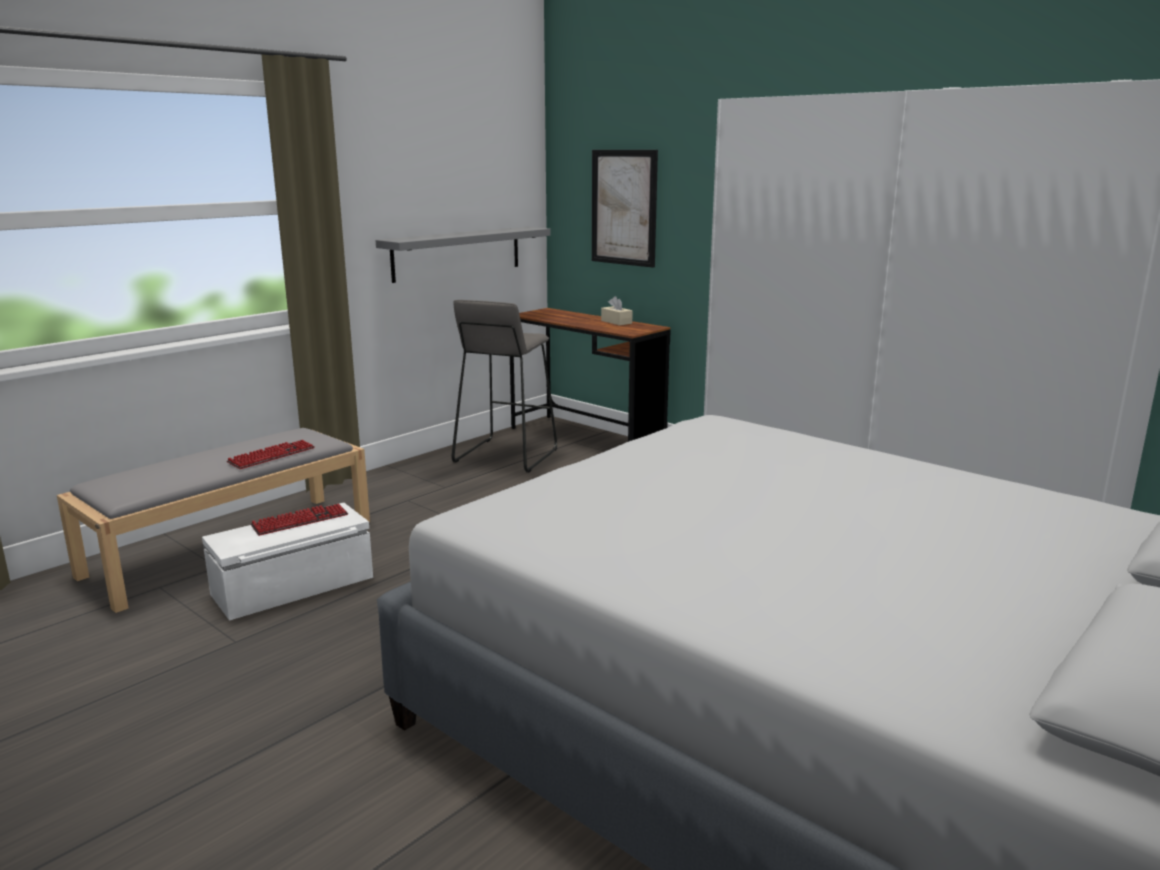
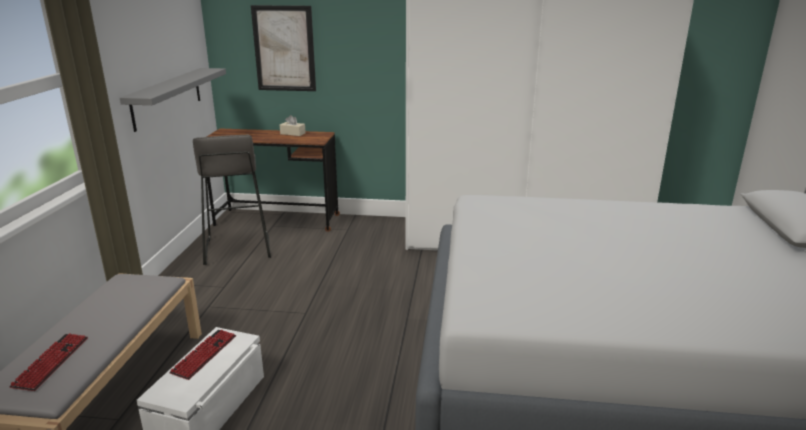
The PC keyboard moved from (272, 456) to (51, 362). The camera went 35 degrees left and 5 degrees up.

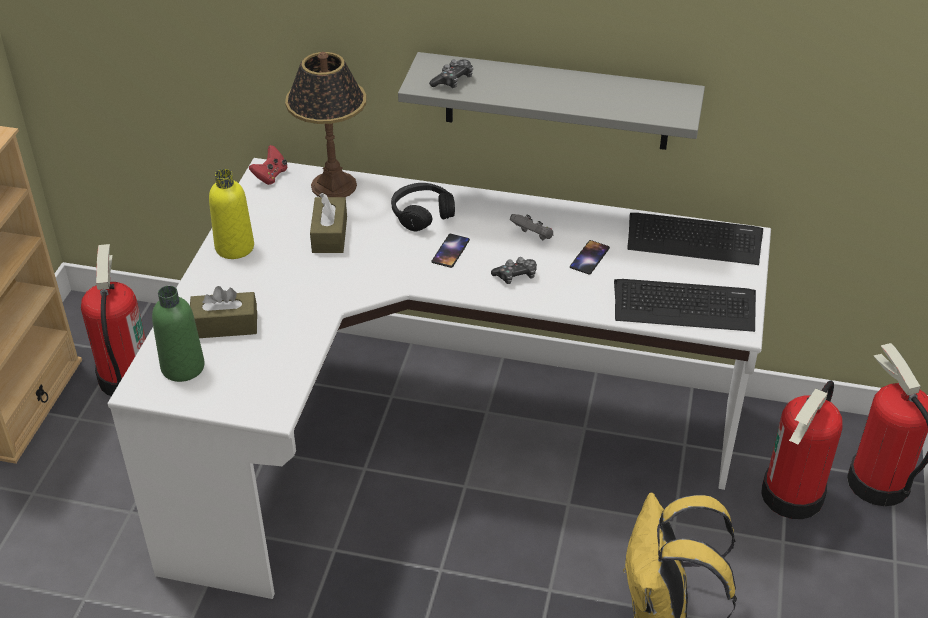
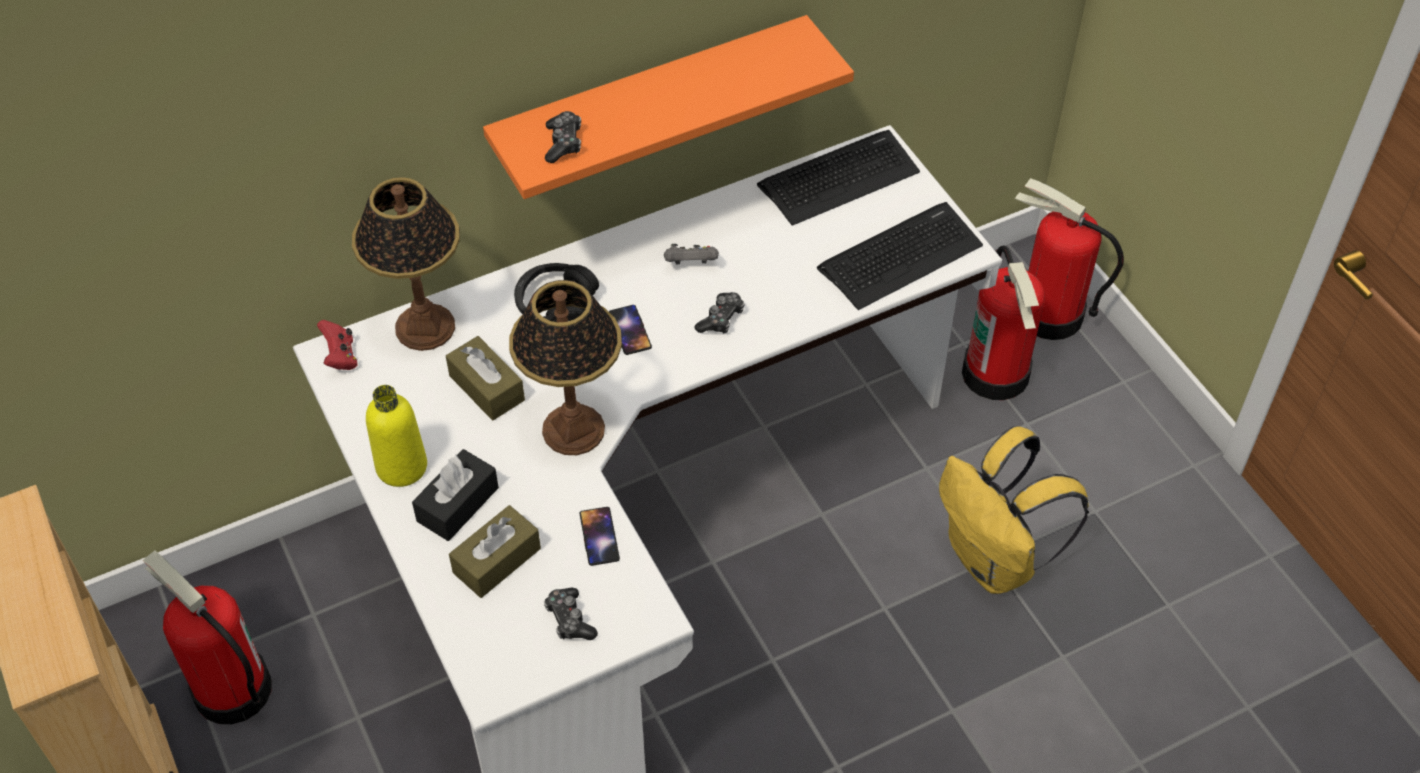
The black-coloured box of tissues at (457, 504) appeared. The grey wall shelf at (556, 101) became the orange-coloured wall shelf at (650, 104). The tabletop lamp at (573, 429) appeared. The gamepad at (569, 620) appeared. The handset moved from (589, 257) to (599, 536). The greenish bottle at (183, 367) disappeared. The camera went 40 degrees left and 10 degrees up.

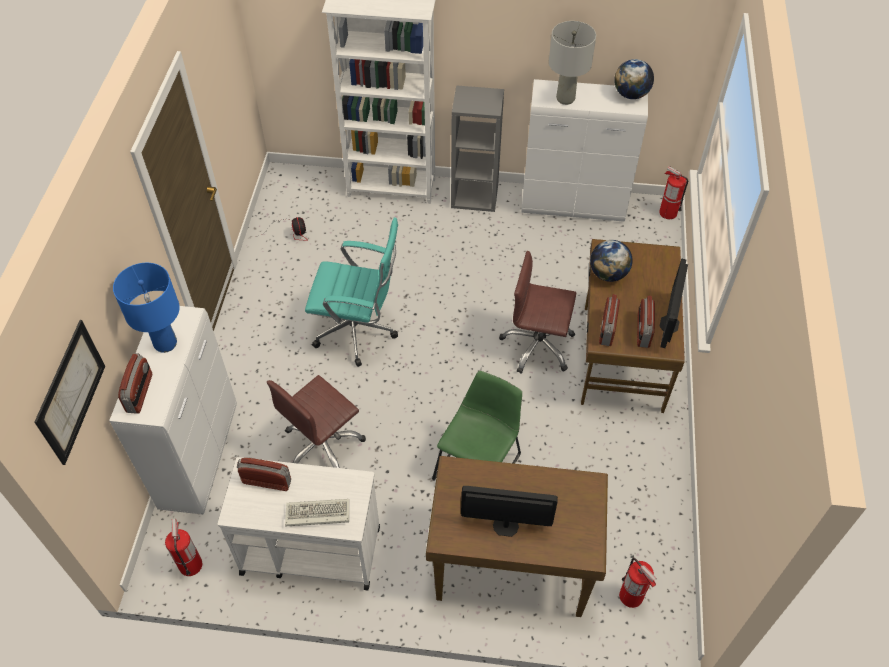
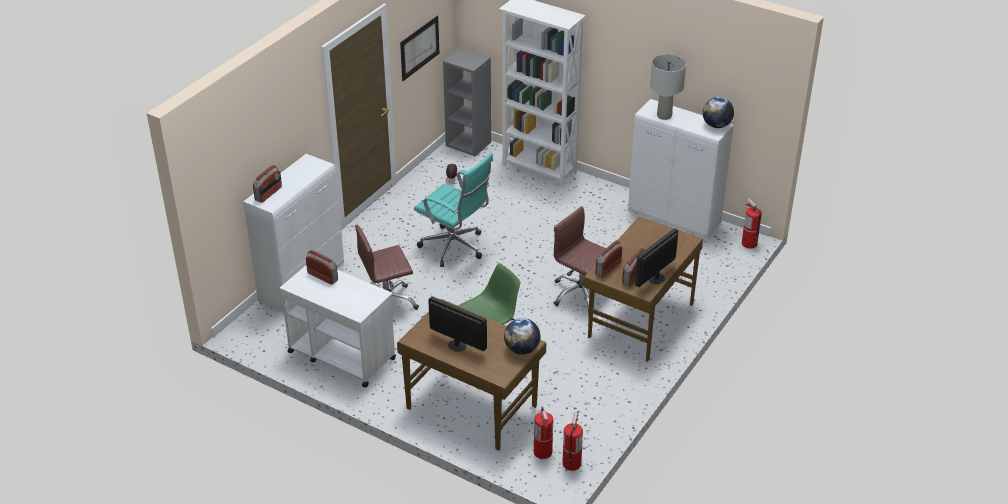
The wall picture moved from (71, 392) to (419, 47). The grey bookcase moved from (475, 196) to (469, 144). The globe moved from (608, 274) to (522, 349). The extinguisher moved from (190, 565) to (571, 463). The blue tabletop lamp at (165, 344) disappeared. The PC keyboard at (316, 515) disappeared. The camera went 25 degrees right and 15 degrees down.

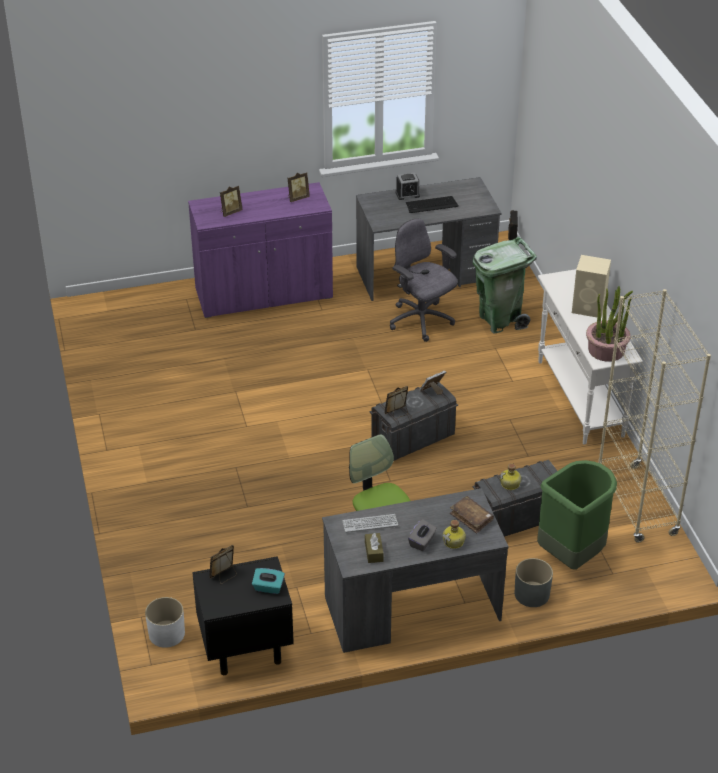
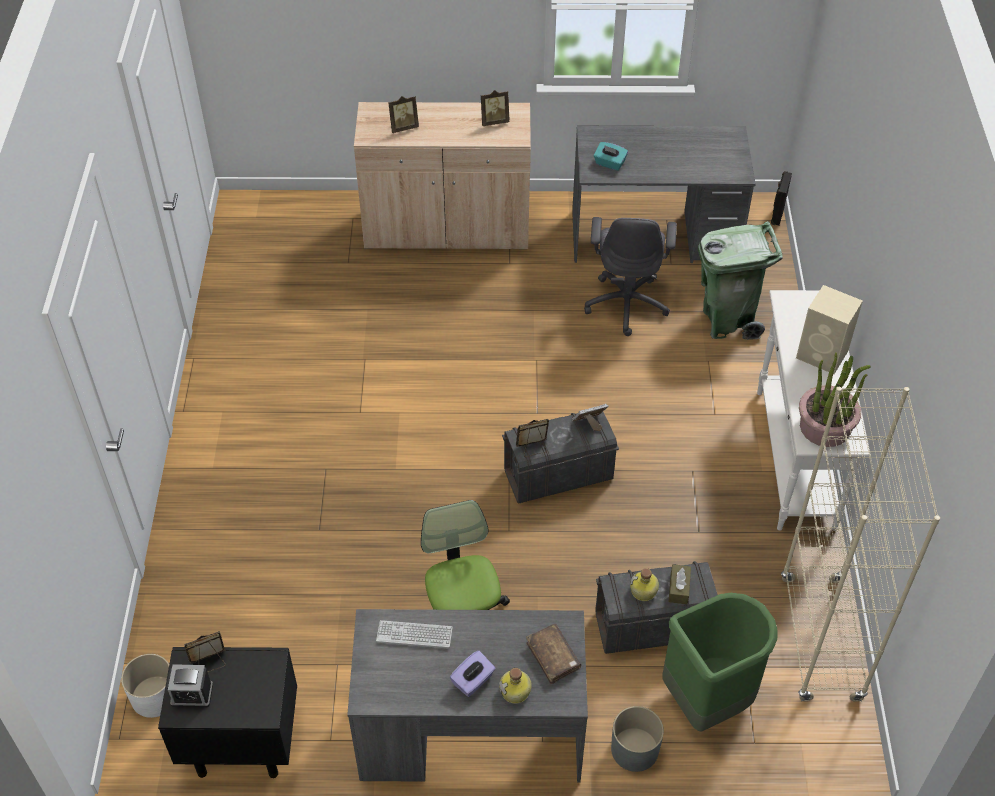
The bedside clock moved from (407, 194) to (192, 694). The purple-coloured storage cabinet at (264, 294) became the beige storage cabinet at (447, 229). The grey box of tissues at (422, 542) became the purple-coloured box of tissues at (473, 681). The grey computer chair at (421, 321) turned 150 degrees counterclockwise. The turquoise box of tissues moved from (268, 587) to (609, 163). The brown box of tissues moved from (374, 552) to (679, 588). The PC keyboard at (431, 205) disappeared. The camera went 15 degrees right and 10 degrees up.

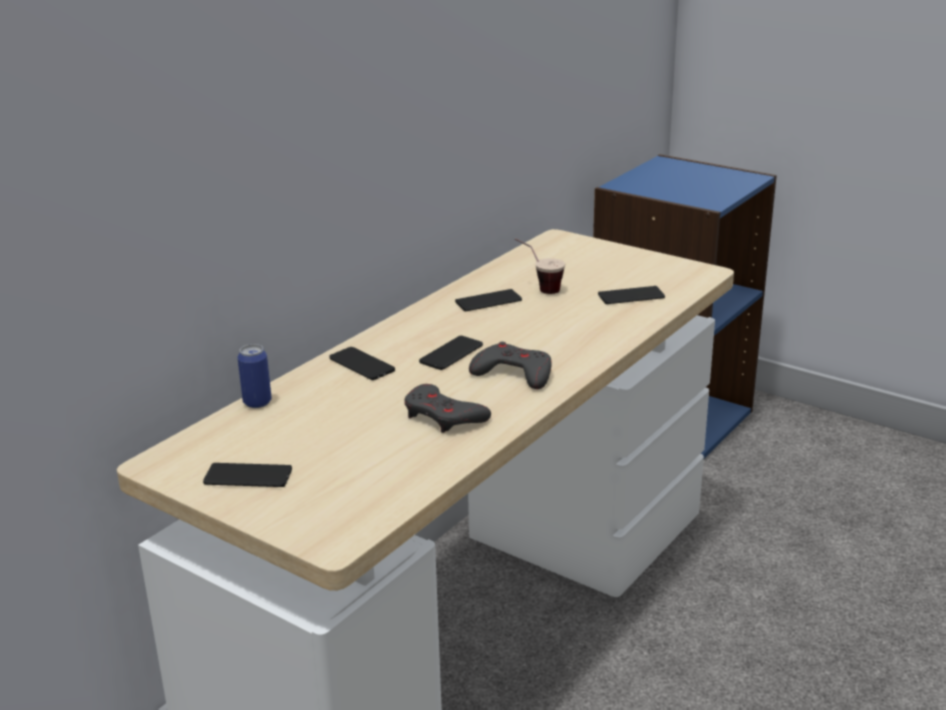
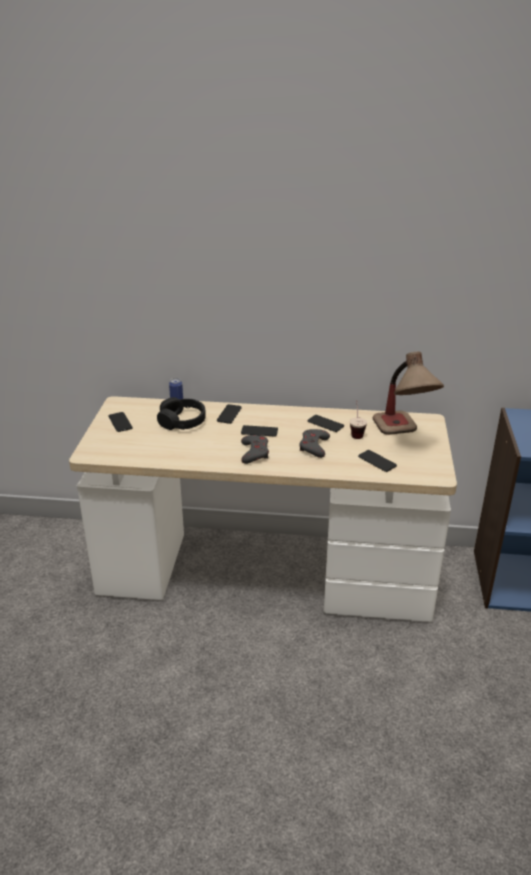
The black-coloured pair of headphones at (182, 421) appeared. The grey gamepad moved from (443, 416) to (314, 446). The tabletop lamp at (402, 436) appeared. The camera went 60 degrees right and 5 degrees up.

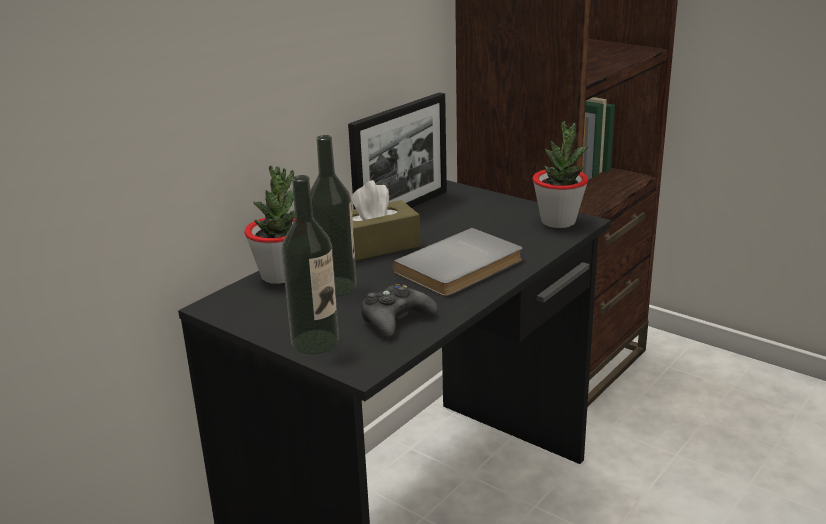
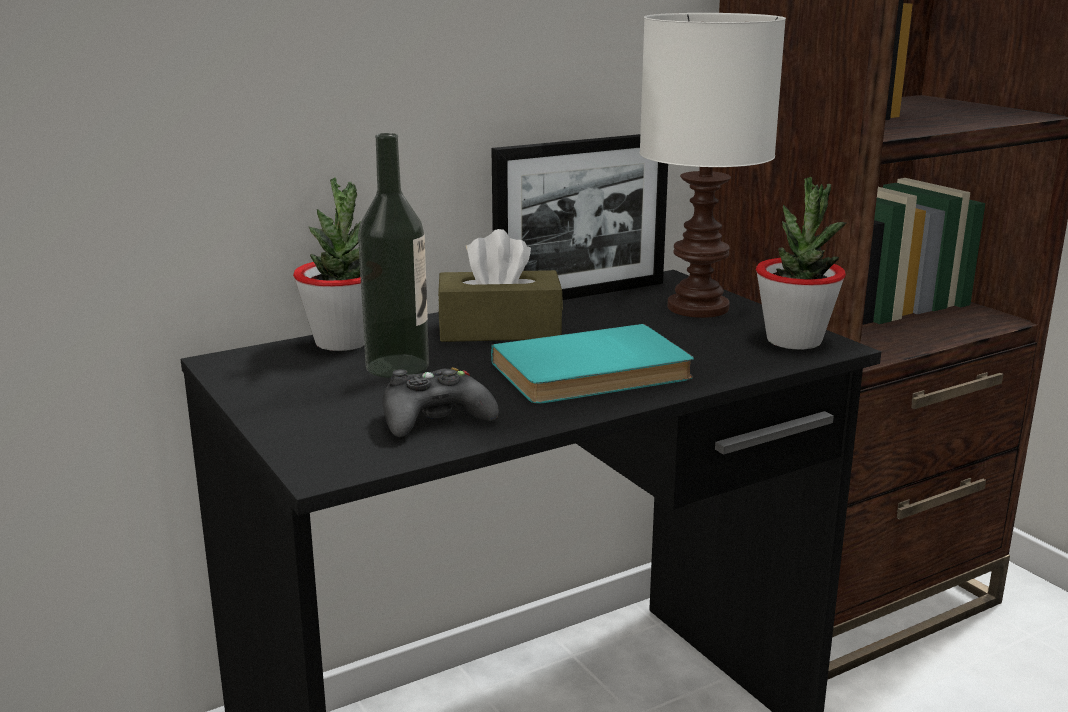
The grey bound book at (462, 267) became the turquoise bound book at (594, 373). The white-coloured tabletop lamp at (698, 307) appeared. The bottle at (315, 342) disappeared. The camera went 20 degrees right and 5 degrees down.

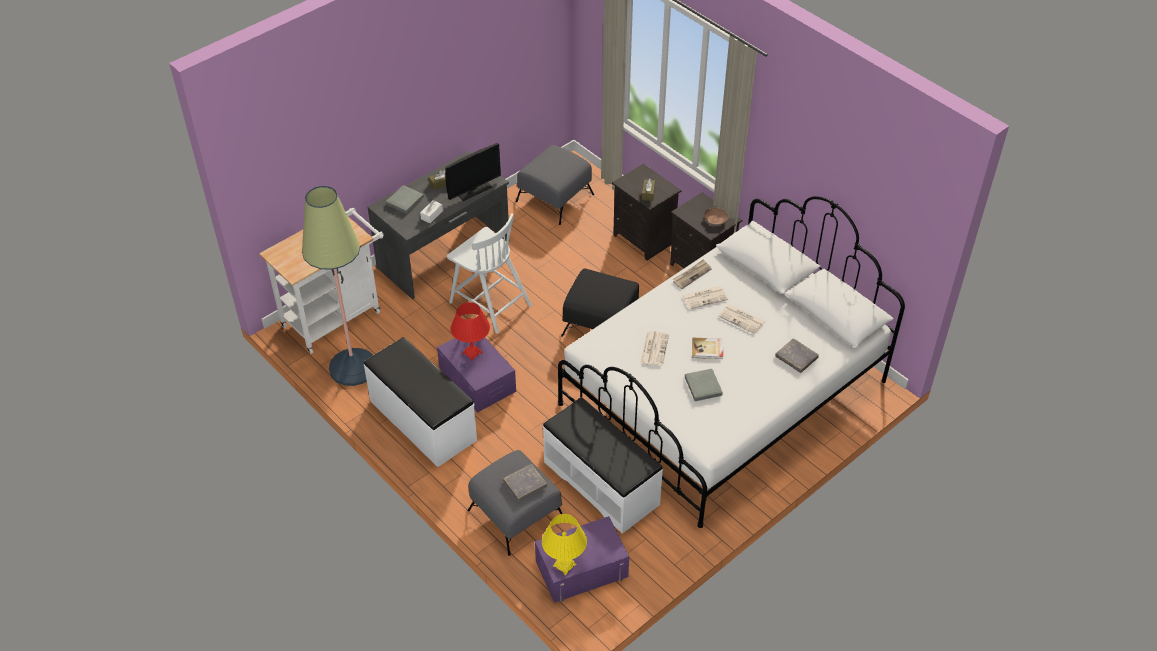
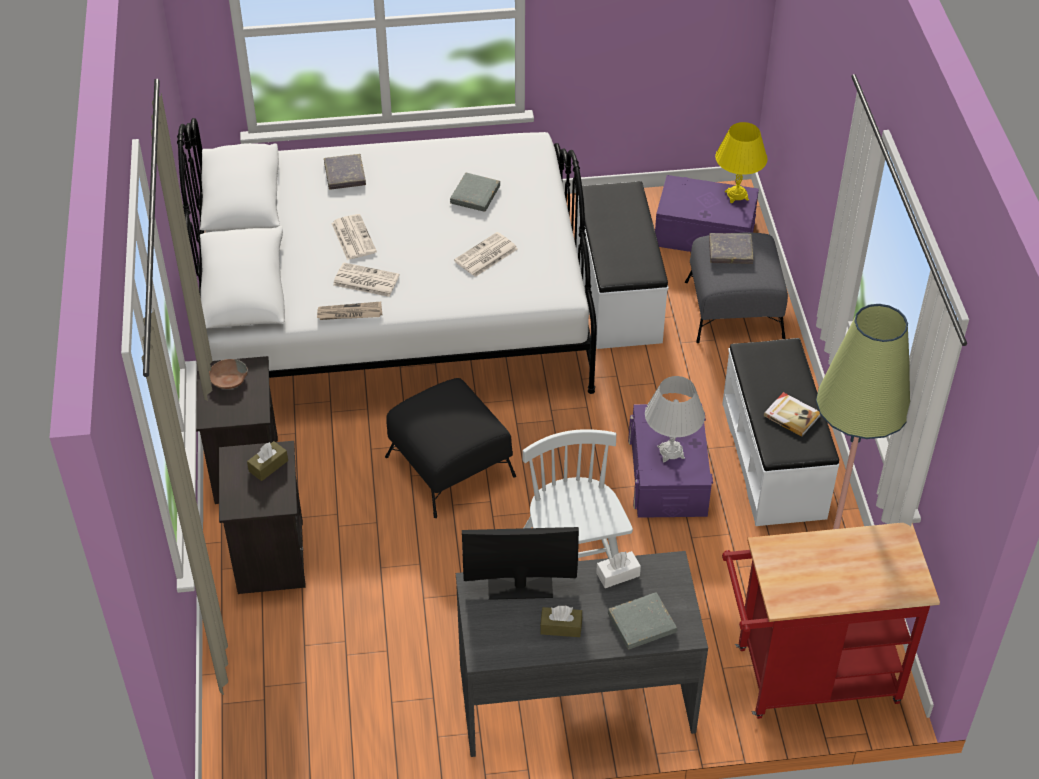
The red-coloured tabletop lamp at (472, 353) became the white-coloured tabletop lamp at (671, 452). The white-coloured cart at (336, 315) became the red-coloured cart at (806, 677). The bound book moved from (707, 349) to (792, 415). The grey ottoman at (554, 198) disappeared. The camera went 145 degrees left and 0 degrees up.

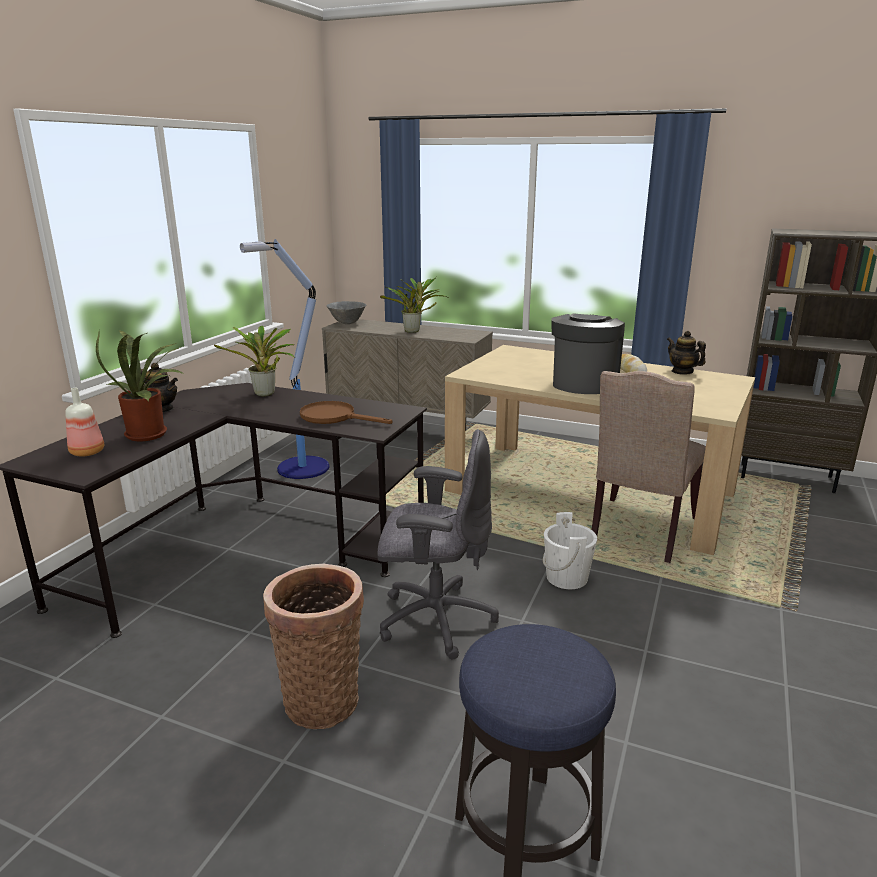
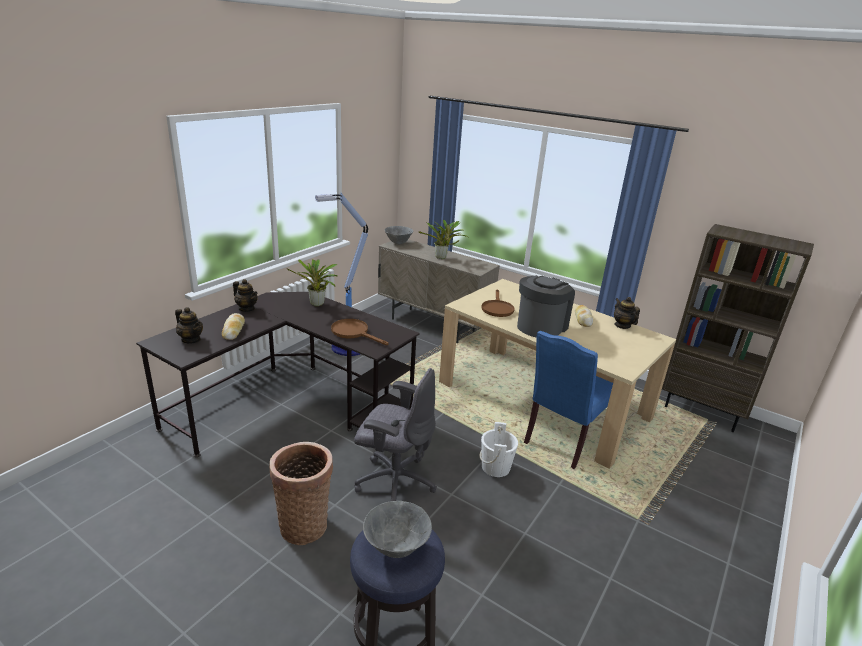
The bottle at (87, 452) was replaced by the tea pot at (191, 339). The potted plant at (151, 434) was replaced by the bread at (233, 330). The grey serving bowl at (397, 547) appeared. The brown frying pan at (497, 308) appeared. The beige chair at (640, 533) became the blue chair at (564, 440). The camera went 10 degrees right and 5 degrees up.

